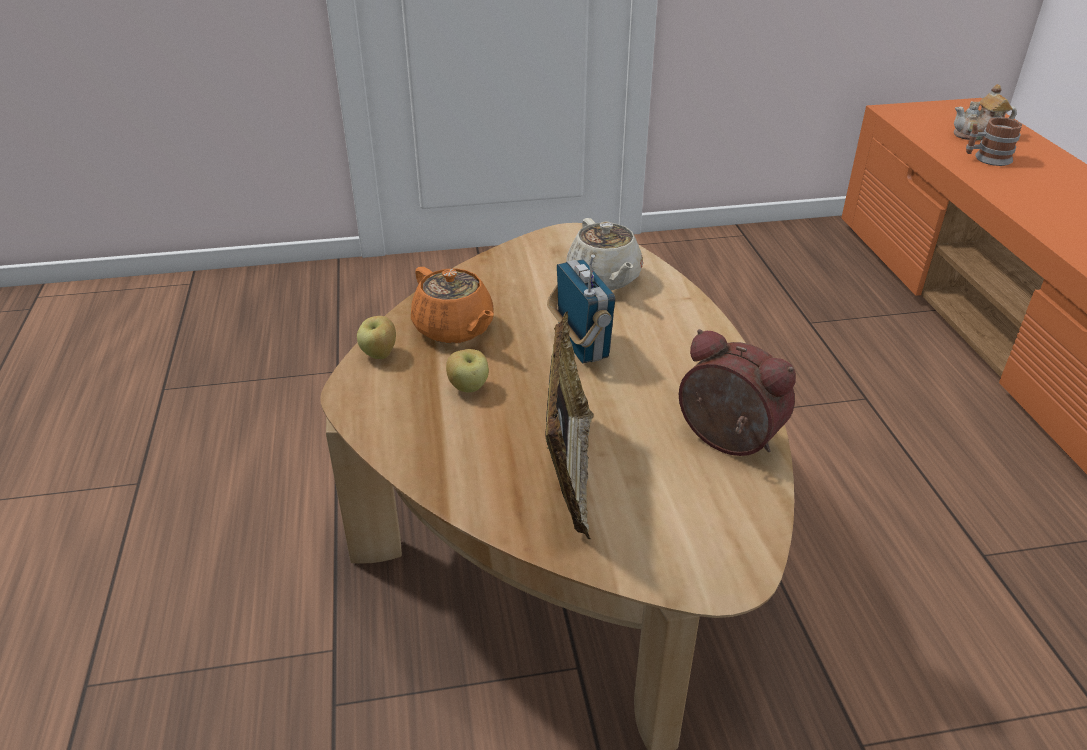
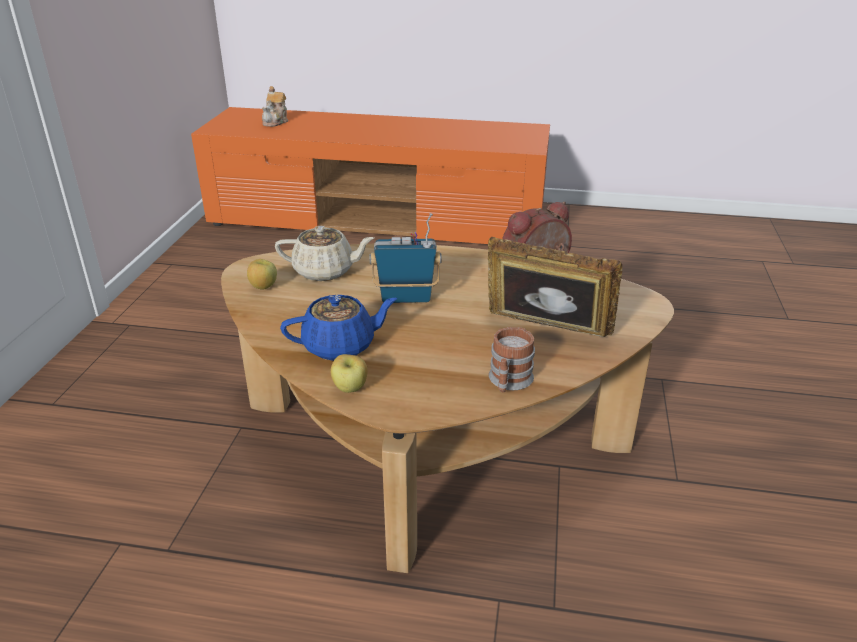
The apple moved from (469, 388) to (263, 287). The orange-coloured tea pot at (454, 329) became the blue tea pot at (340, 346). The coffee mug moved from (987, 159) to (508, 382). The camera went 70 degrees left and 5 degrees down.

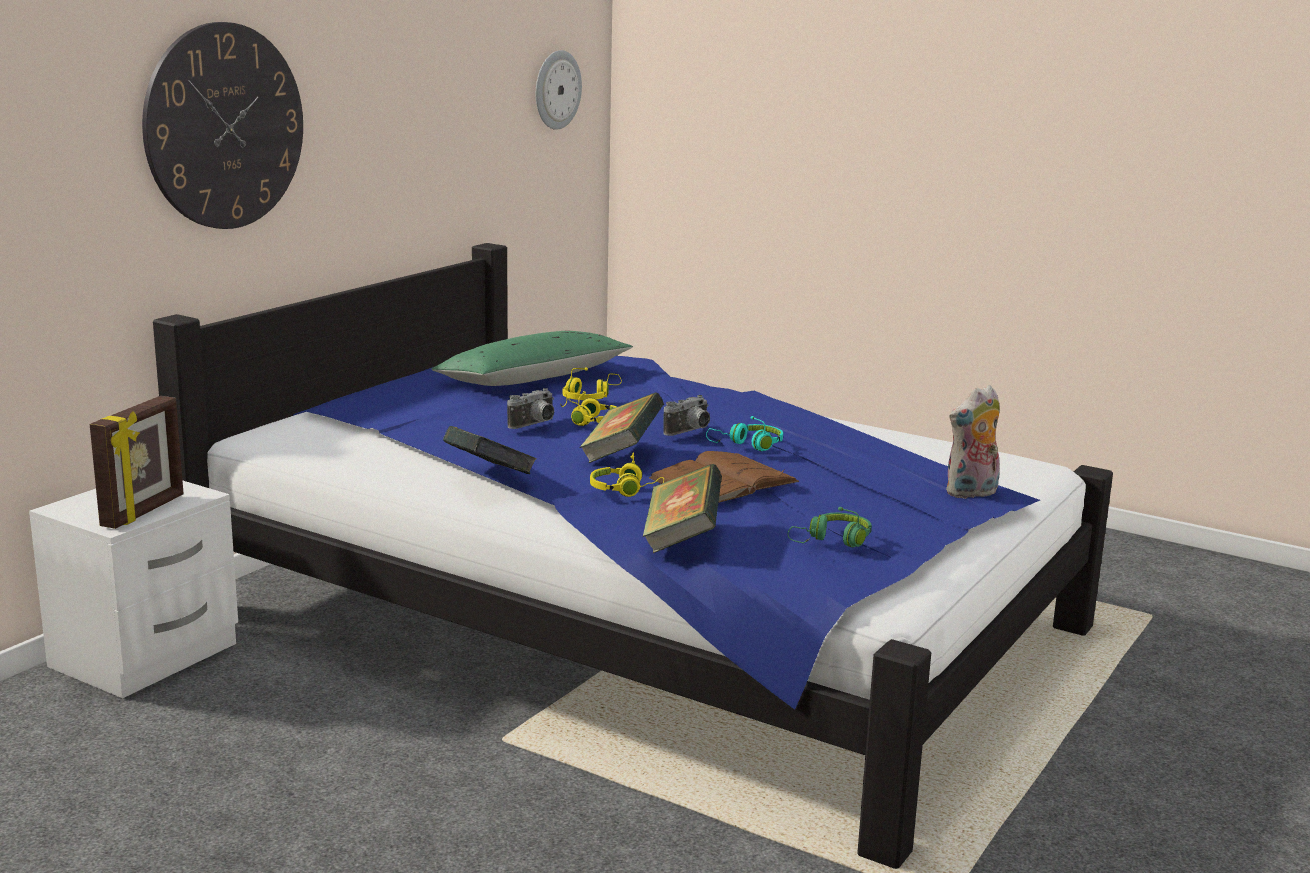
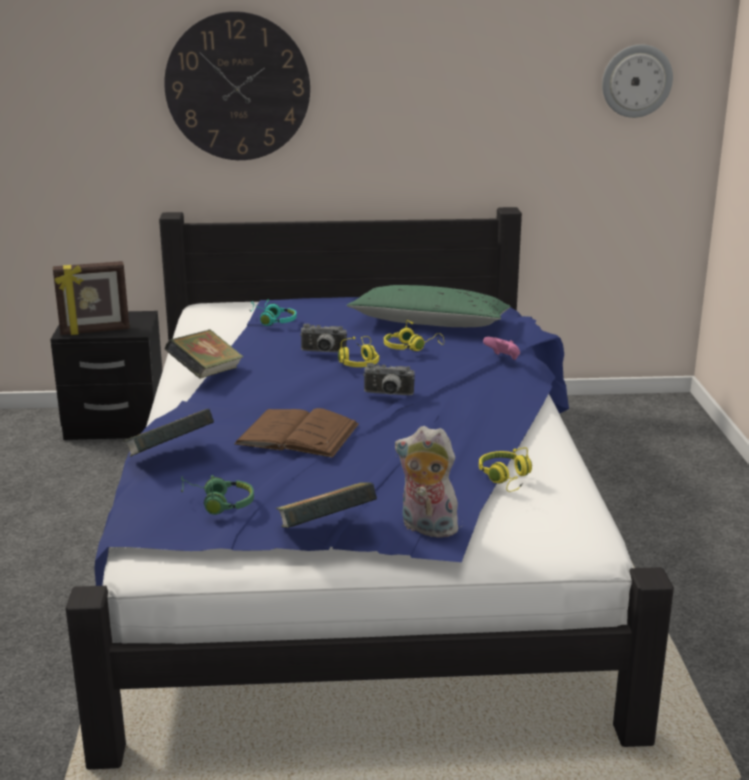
The white-coloured nightstand at (147, 657) became the black-coloured nightstand at (115, 425). The turquoise pair of headphones moved from (748, 445) to (272, 321). The bound book moved from (621, 454) to (325, 531). The yellow-coloured pair of headphones moved from (627, 491) to (506, 478). The pink-coloured gamepad at (503, 358) appeared. The camera went 55 degrees right and 5 degrees up.

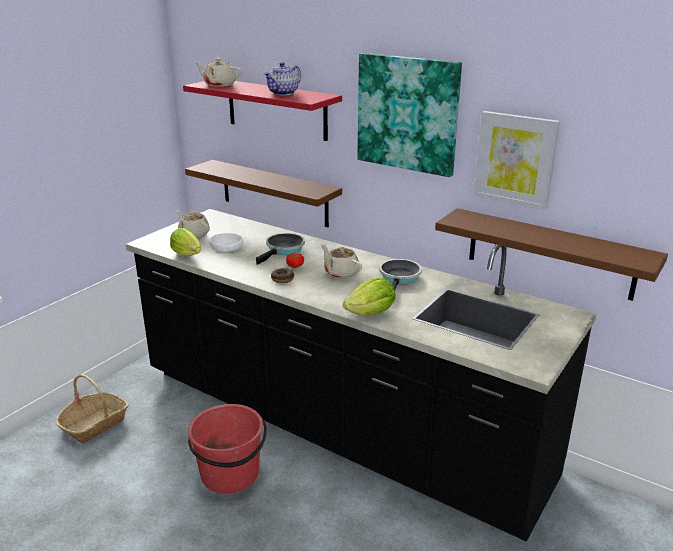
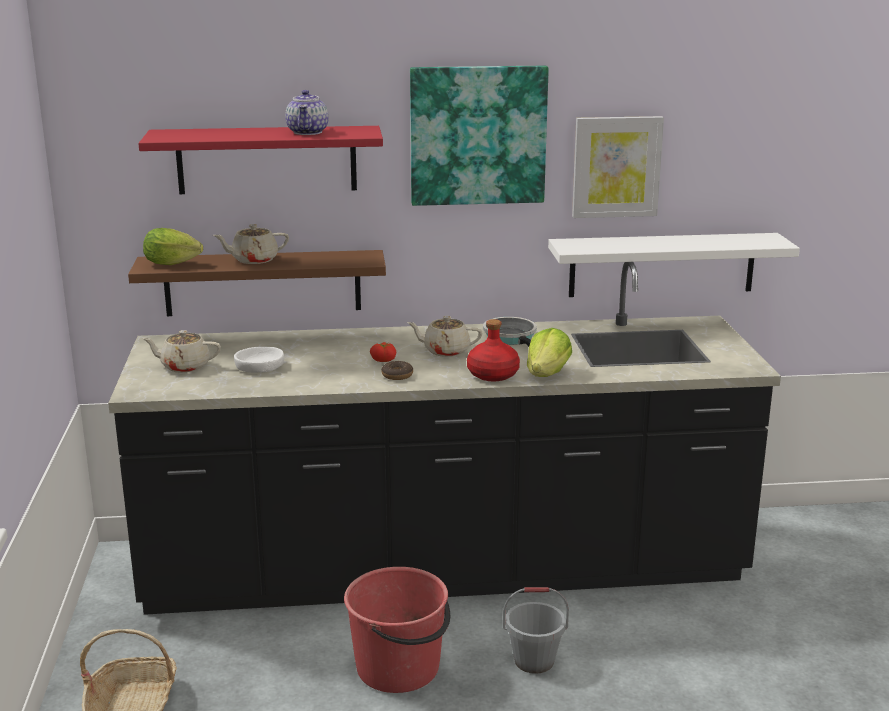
The lettuce moved from (188, 255) to (175, 264). The beige tea pot moved from (219, 84) to (253, 260). The red-coloured bottle at (493, 375) appeared. The grey pail at (534, 661) appeared. The brown wall shelf at (550, 253) became the white-coloured wall shelf at (662, 264). The frying pan at (284, 250) disappeared. The camera went 40 degrees left and 5 degrees down.

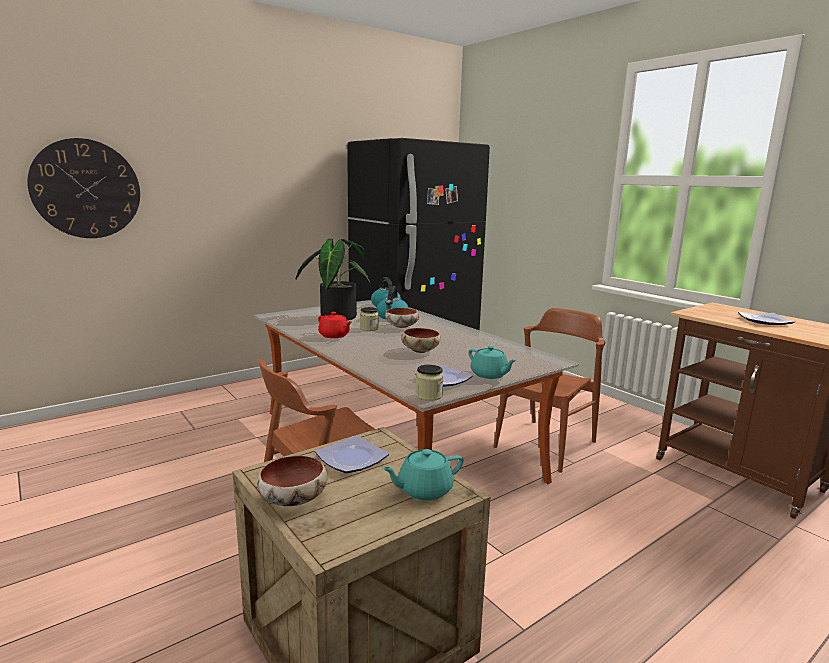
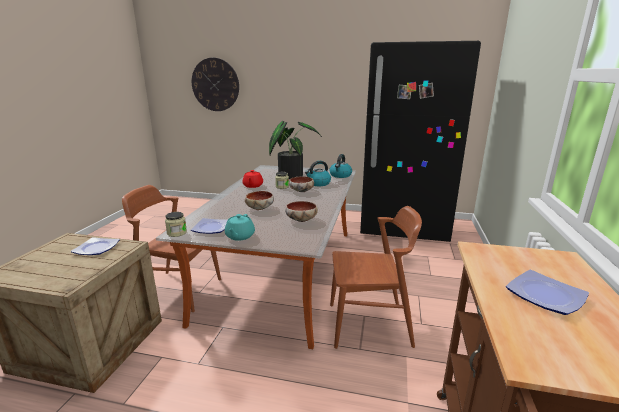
The serving bowl moved from (293, 500) to (301, 220). The turquoise tea pot at (424, 490) disappeared. The camera went 50 degrees right and 5 degrees up.

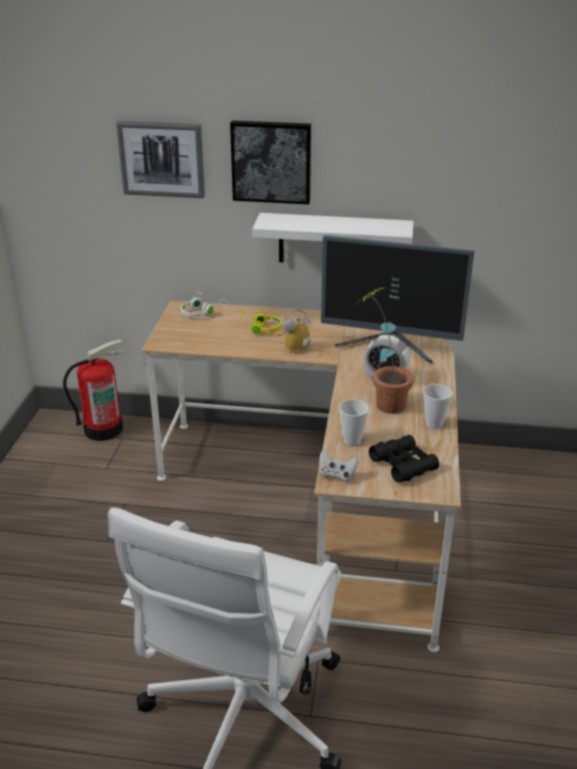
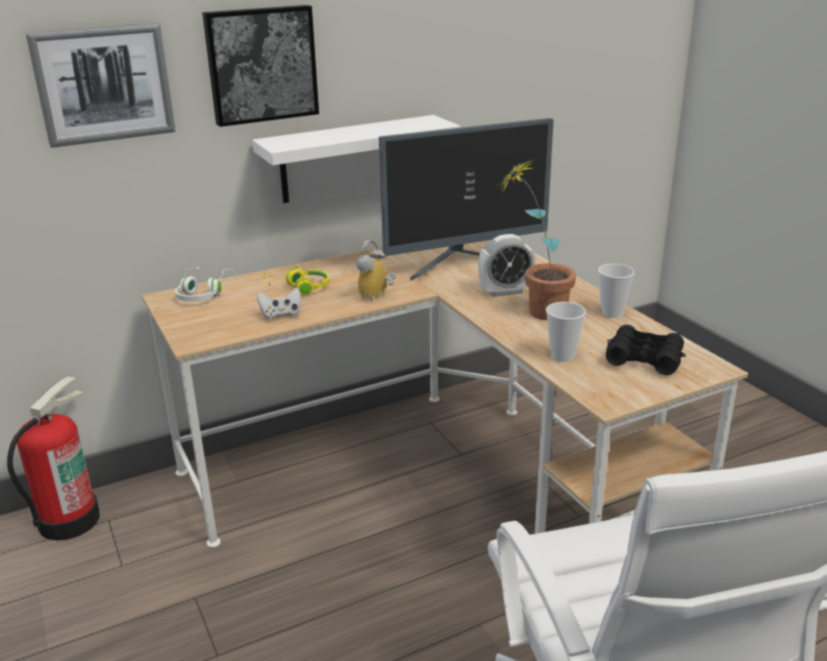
The white-coloured gamepad moved from (336, 475) to (281, 315). The camera went 35 degrees left and 5 degrees down.

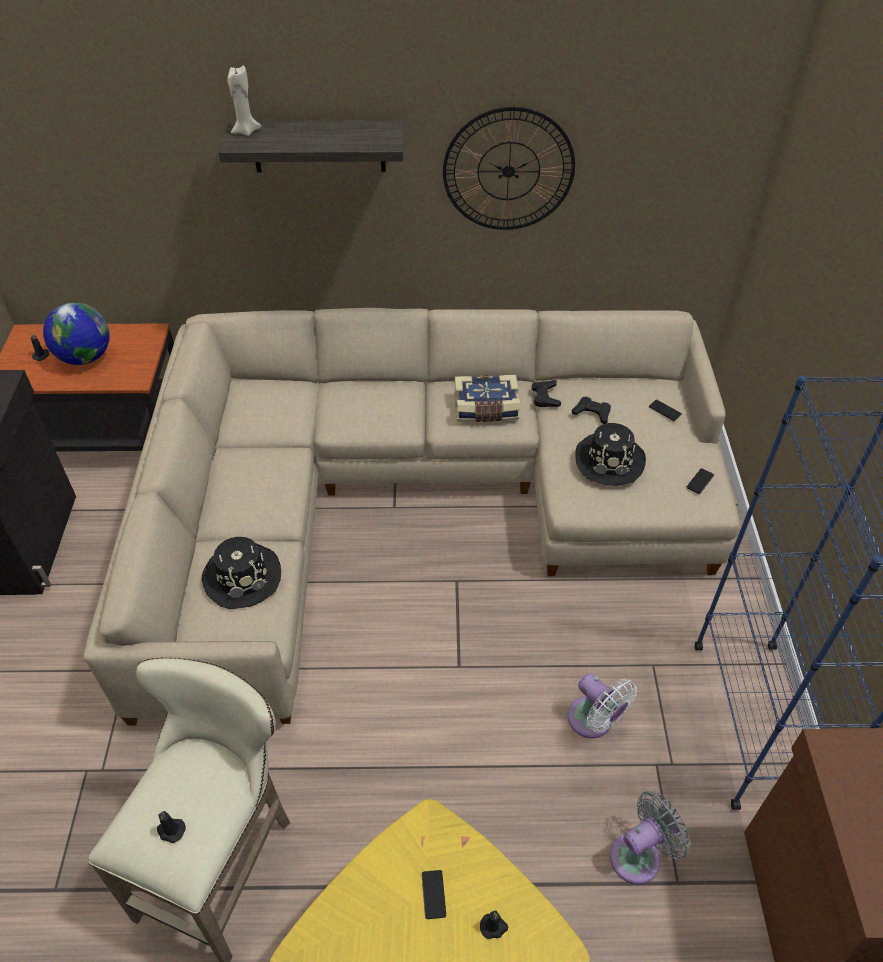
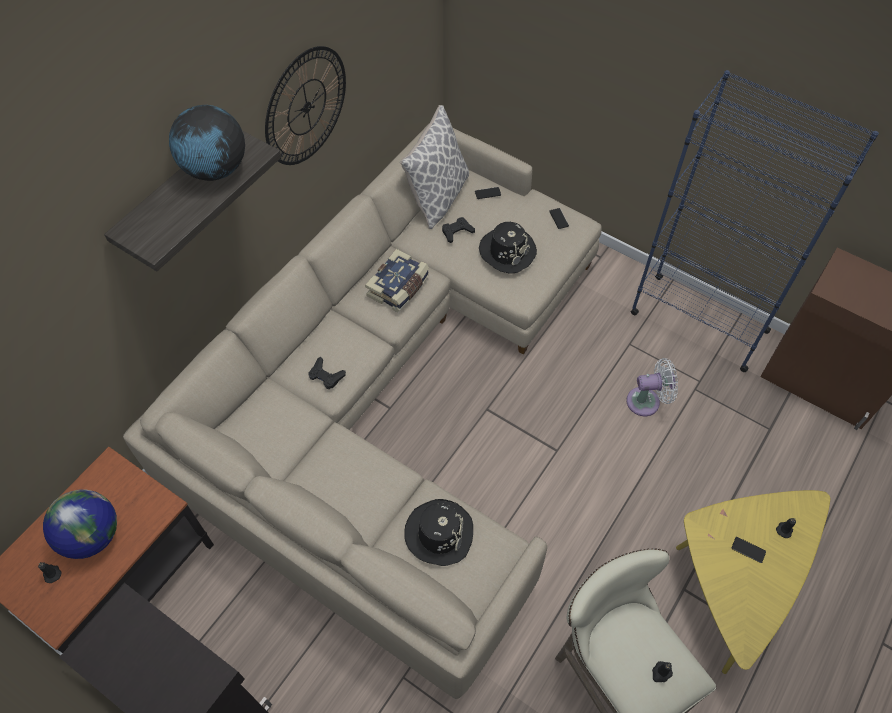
The globe at (215, 169) appeared. The black-coloured gamepad moved from (545, 397) to (326, 376). The throw pillow at (437, 196) appeared. The beige wax candle at (245, 131) disappeared. The grey electric fan at (639, 855) disappeared. The camera went 55 degrees left and 10 degrees up.

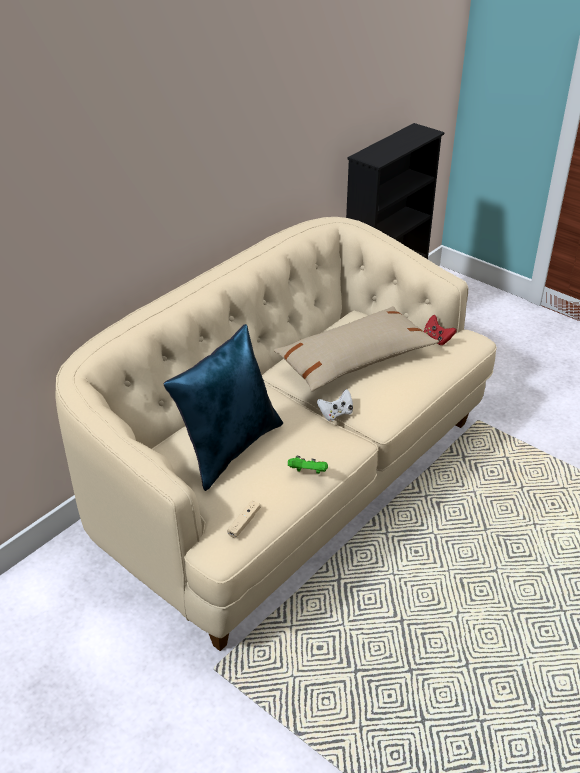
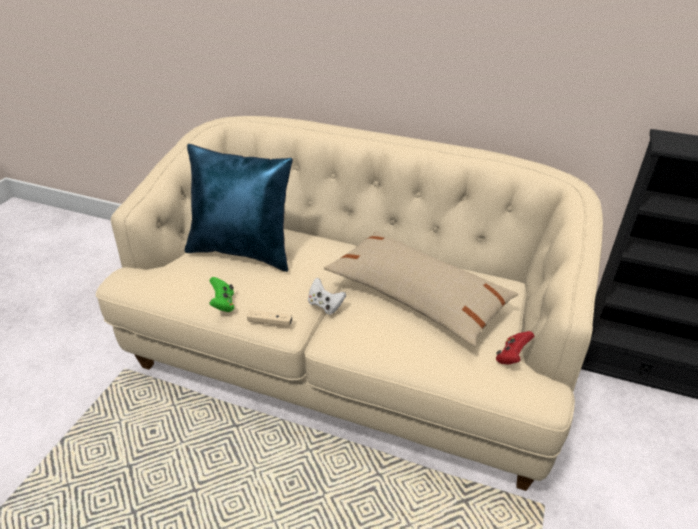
The beige gamepad moved from (244, 523) to (270, 322). The camera went 70 degrees right and 0 degrees up.

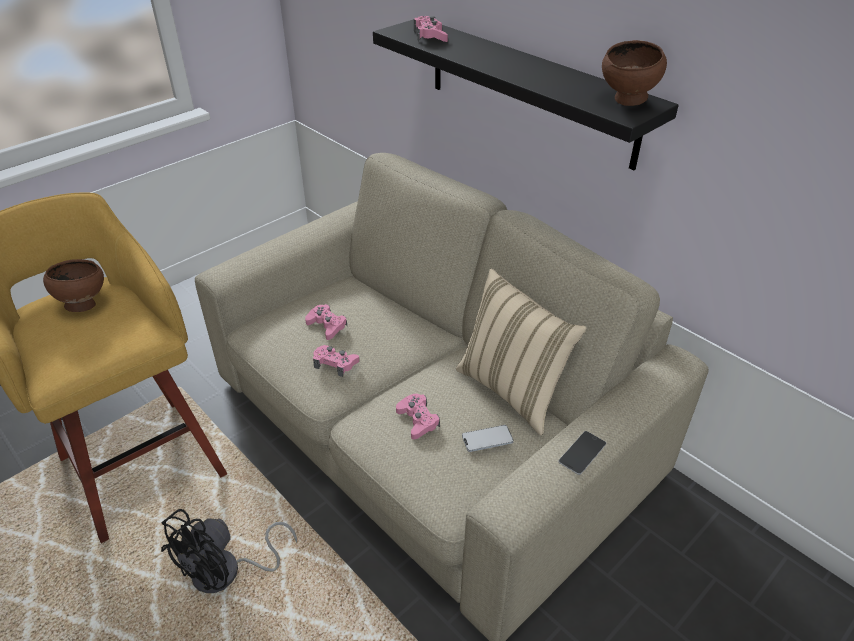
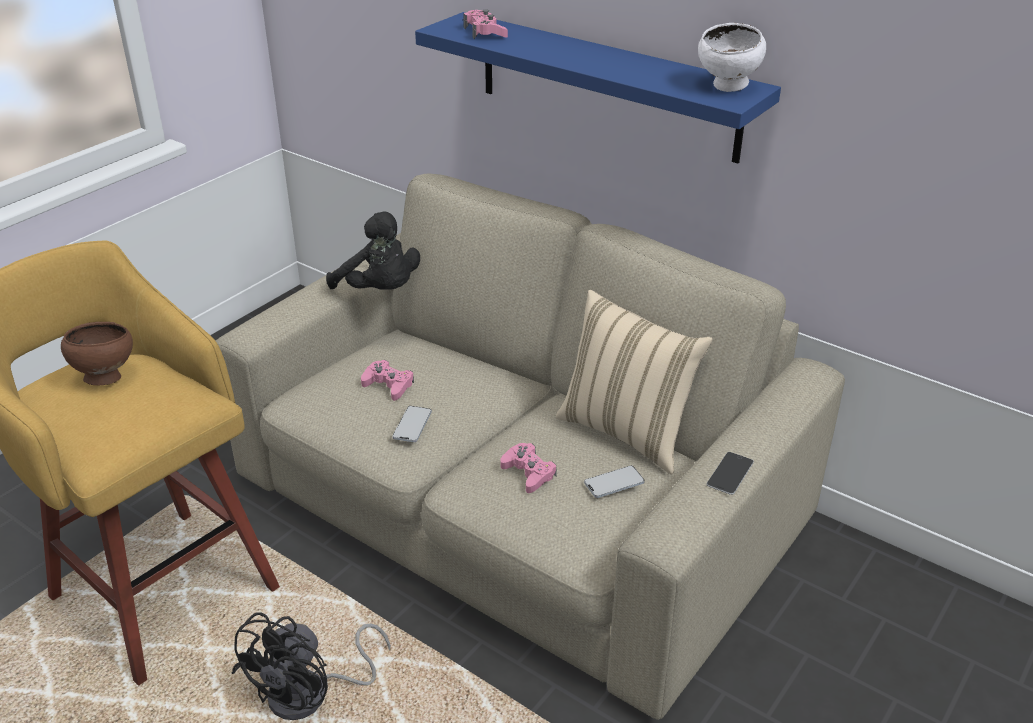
The black-coloured soft toy at (380, 291) appeared. The pink-coloured gamepad at (335, 363) was replaced by the handset at (412, 425). The black-coloured wall shelf at (529, 90) became the blue wall shelf at (606, 86). The brown serving bowl at (628, 102) became the white-coloured serving bowl at (728, 88). The camera went 10 degrees left and 5 degrees down.

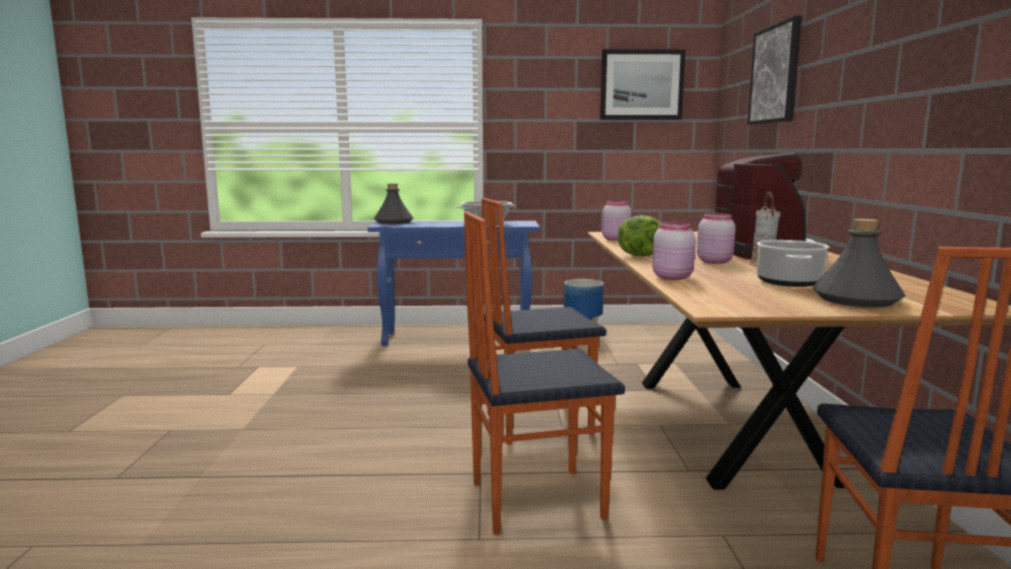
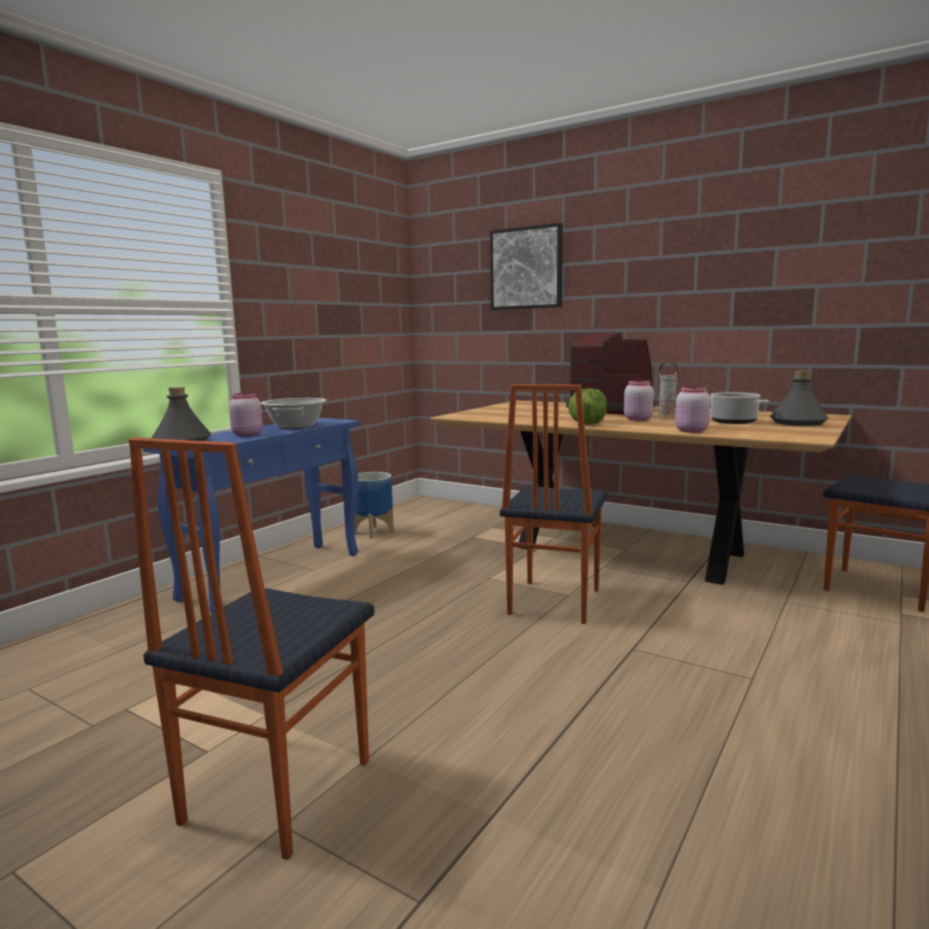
The chair moved from (535, 499) to (274, 791). The pink-coloured jar moved from (615, 239) to (246, 434). The wall picture at (641, 85) disappeared. The camera went 55 degrees left and 0 degrees up.

